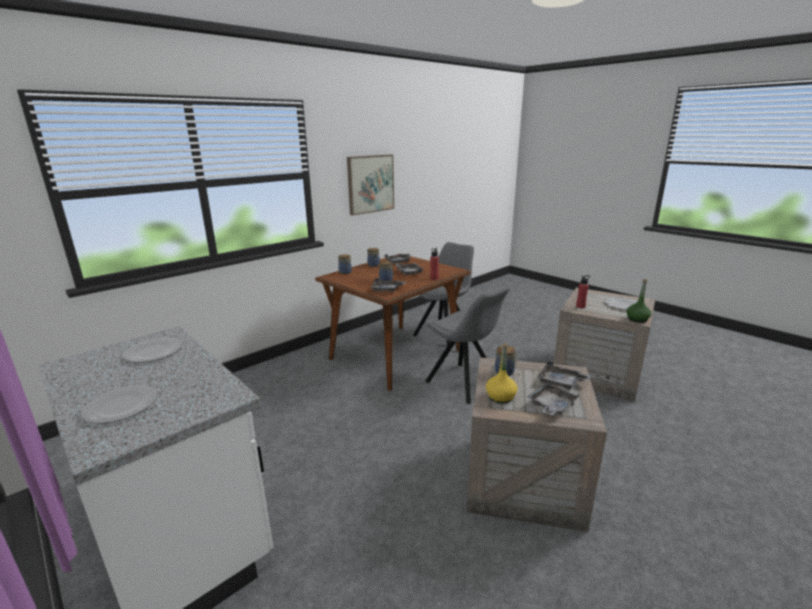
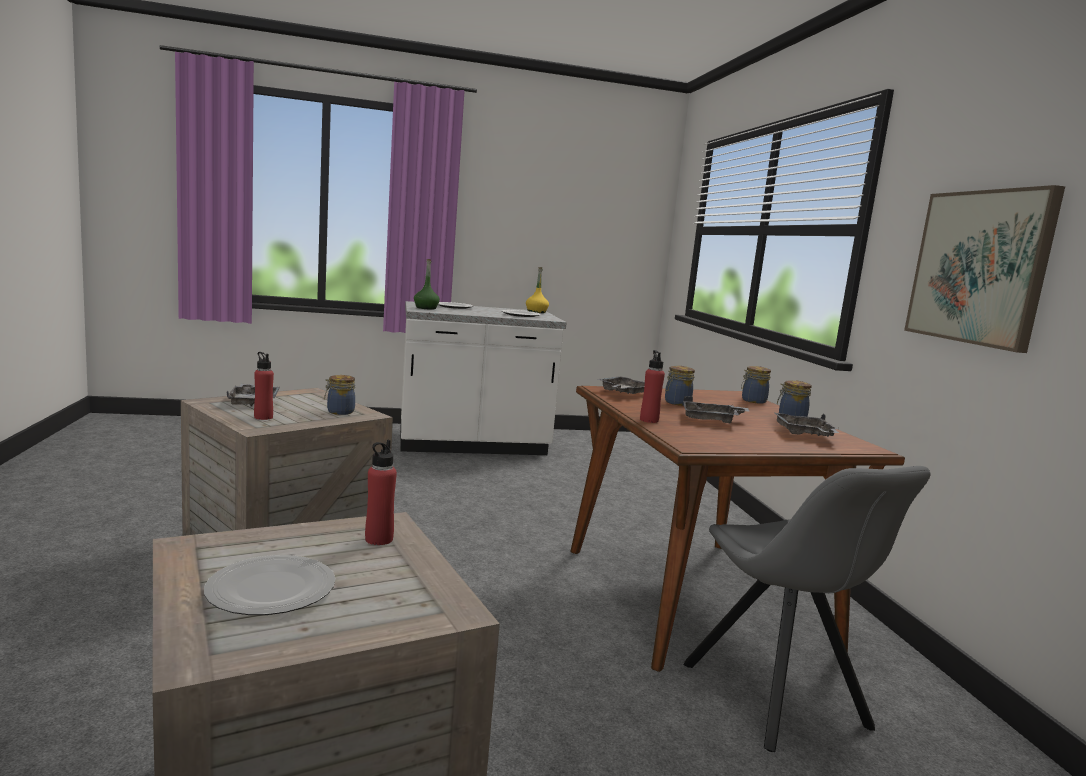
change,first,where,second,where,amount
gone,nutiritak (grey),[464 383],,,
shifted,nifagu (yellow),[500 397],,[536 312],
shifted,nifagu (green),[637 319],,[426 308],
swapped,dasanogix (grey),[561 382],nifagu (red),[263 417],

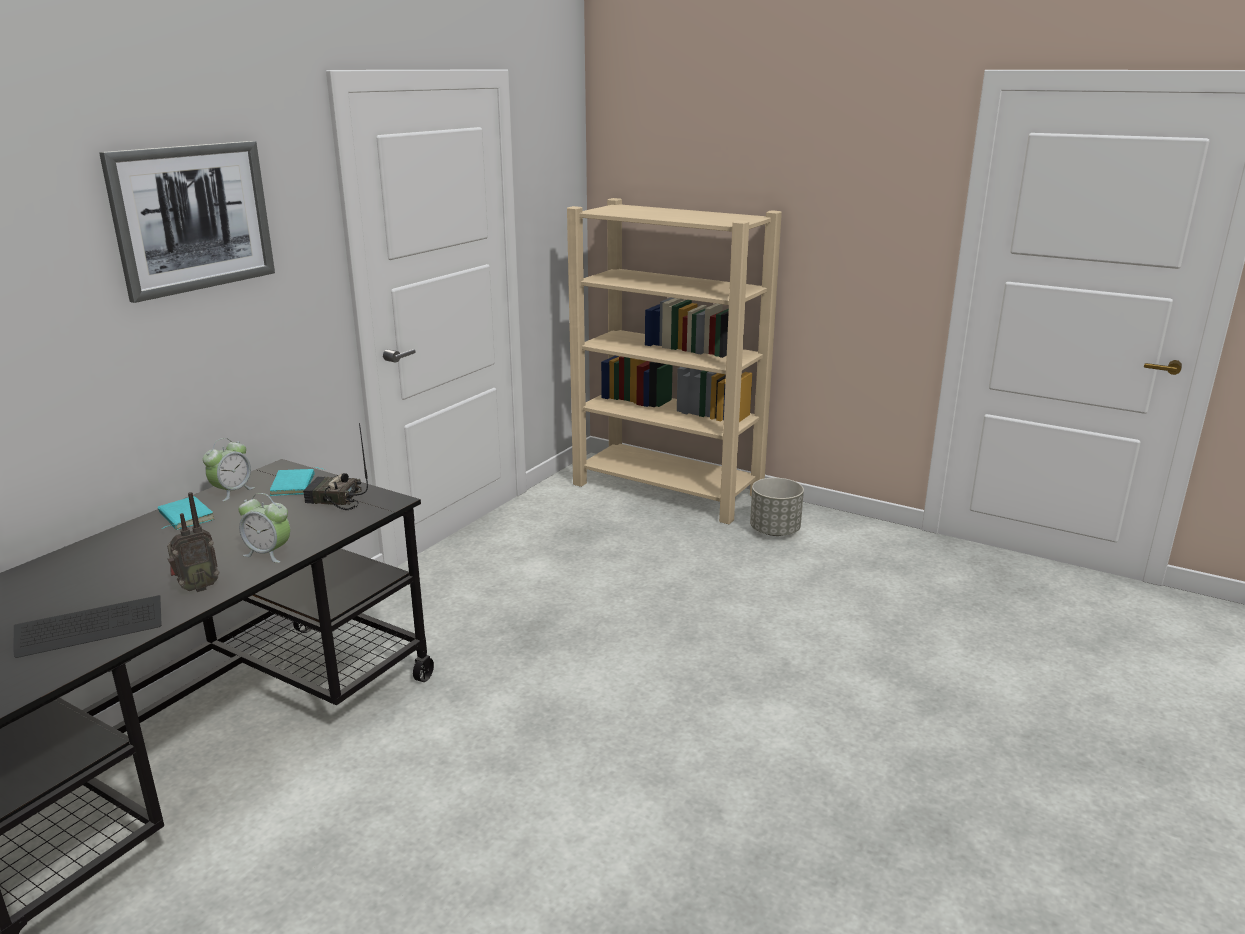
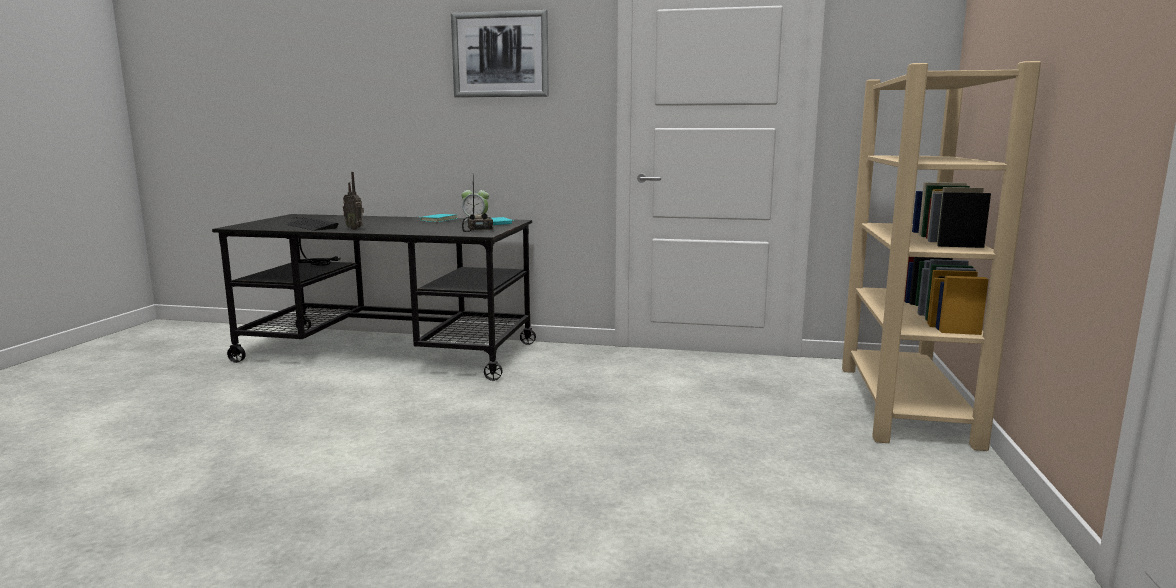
change,first,where,second,where,amount
gone,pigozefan,[268 553],,,
gone,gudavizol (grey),[775 531],,,

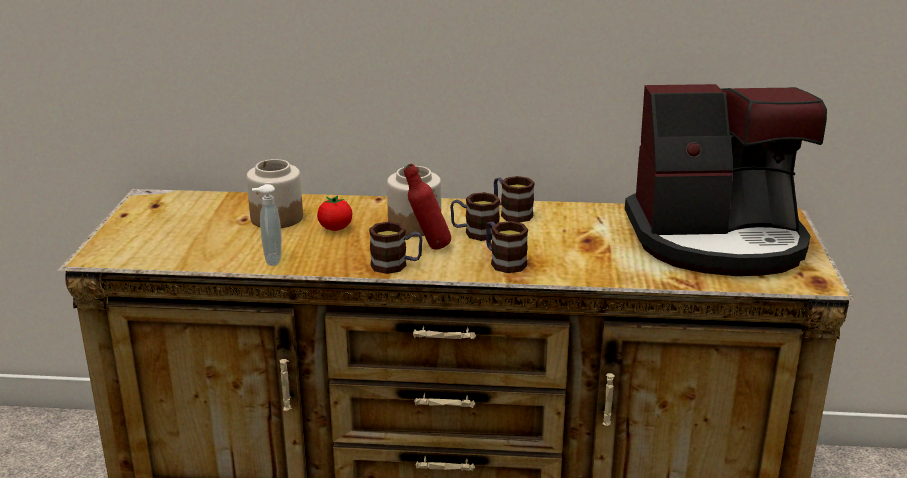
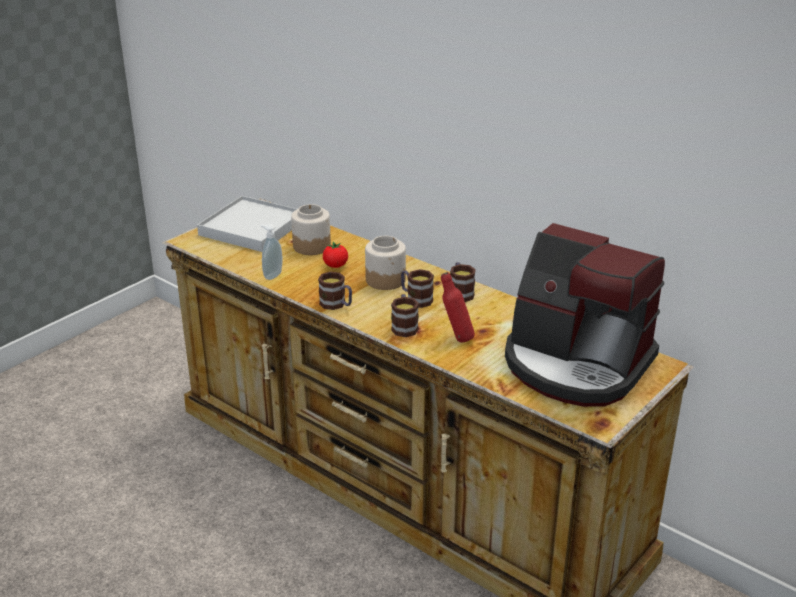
change,first,where,second,where,amount
new,,,dasanogix (white),[251 228],
shifted,nifagu (red),[428 248],,[456 338],

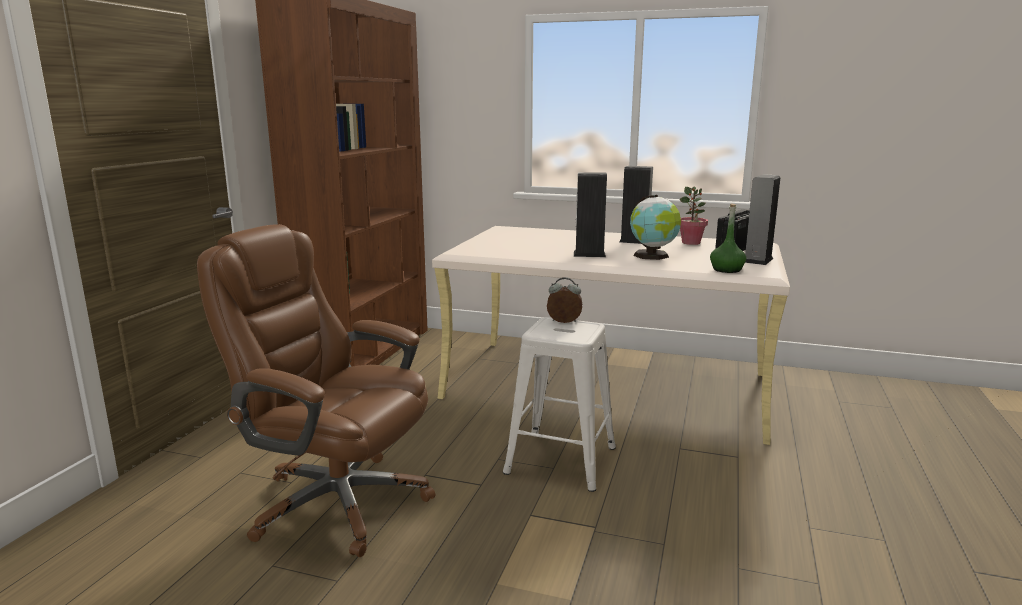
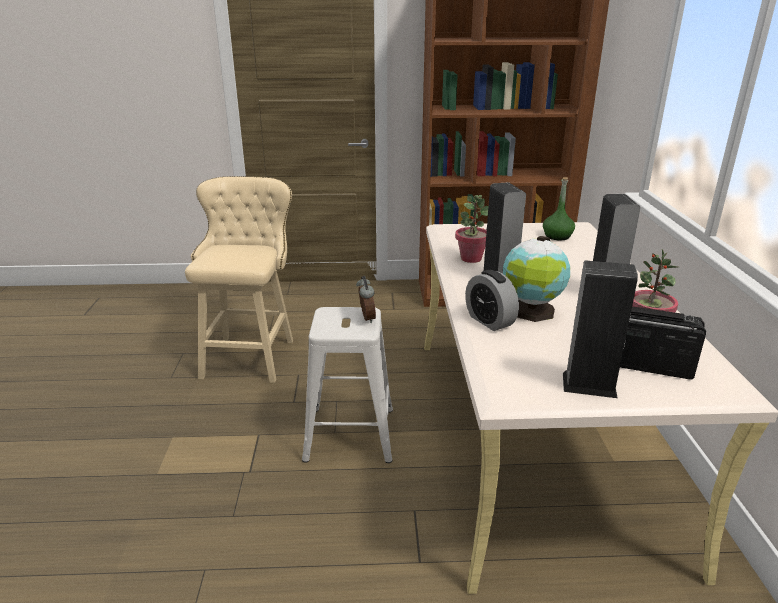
change,first,where,second,where,amount
new,,,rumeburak,[471 258],
new,,,pigozefan,[489 321],
shifted,nifagu (green),[727 270],,[557 236],
swapped,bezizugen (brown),[336 502],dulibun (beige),[252 352],

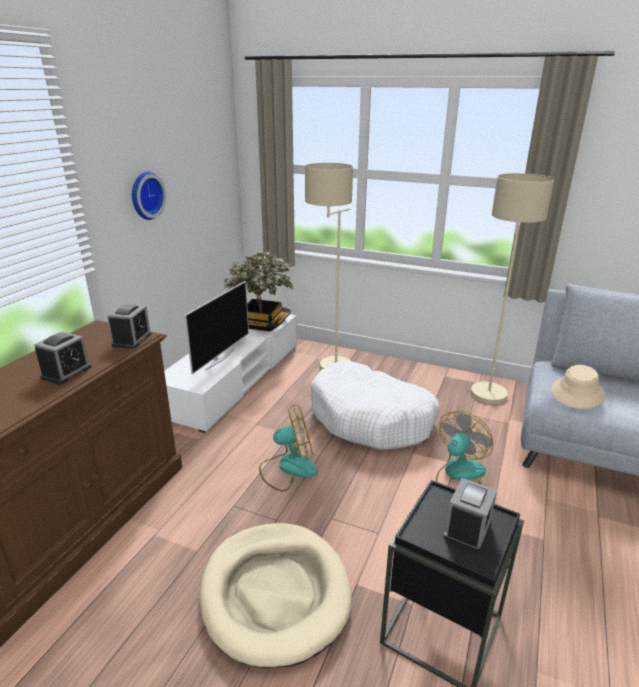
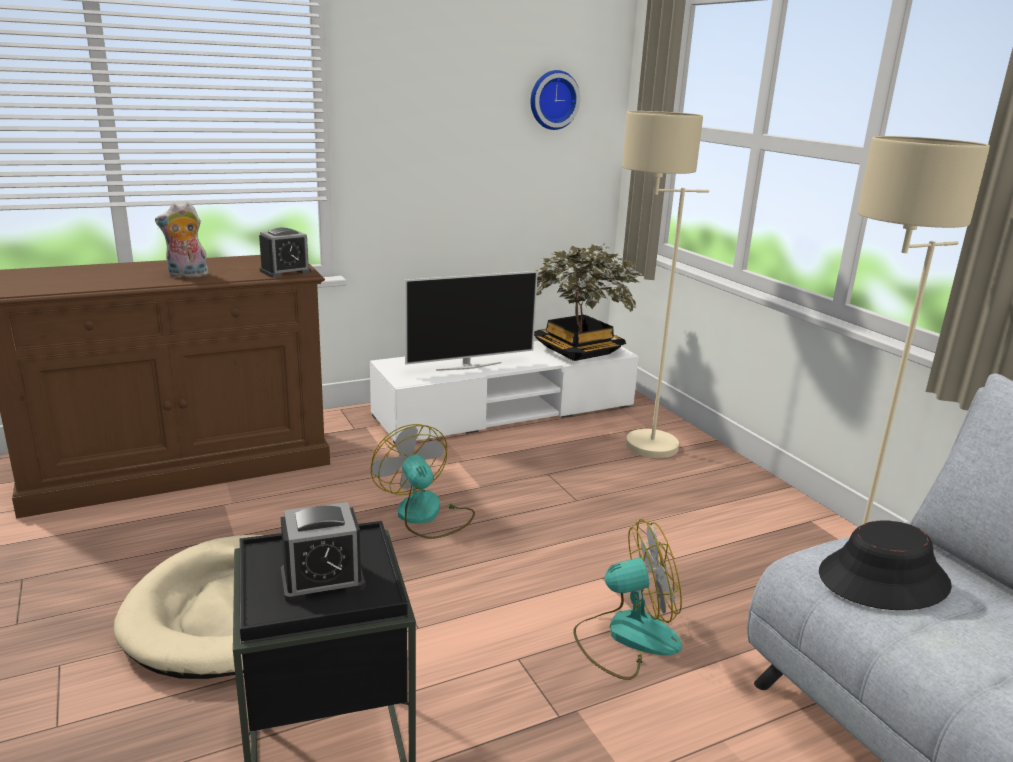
change,first,where,second,where,amount
gone,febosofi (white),[371 418],,,
shifted,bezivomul,[145 195],,[553 100],
swapped,pigozefan,[66 372],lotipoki,[187 276],
repainted,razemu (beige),[577 393],razemu (black),[883 580],
rotated,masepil,[288 468],,[426 516],150 degrees counterclockwise

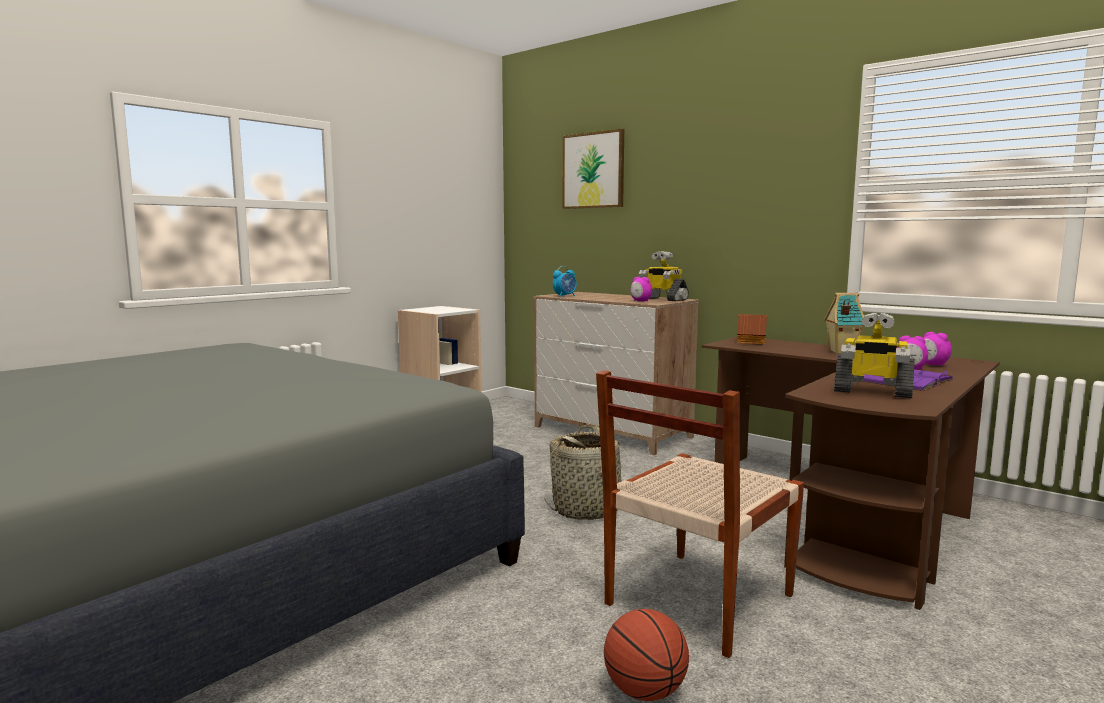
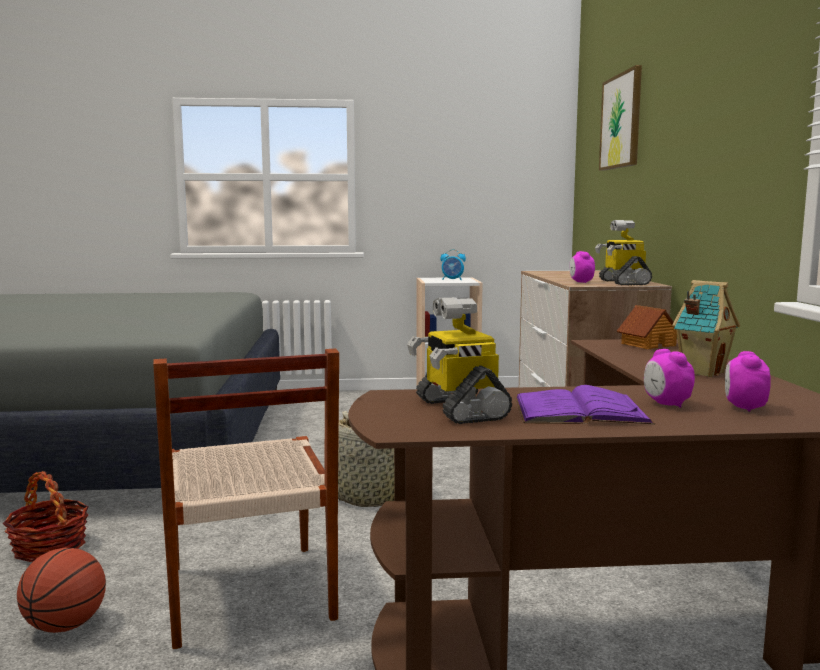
change,first,where,second,where,amount
new,,,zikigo,[49 548],
shifted,pigozefan,[565 296],,[452 279],
rotated,nutiritak,[696 603],,[249 597],105 degrees counterclockwise

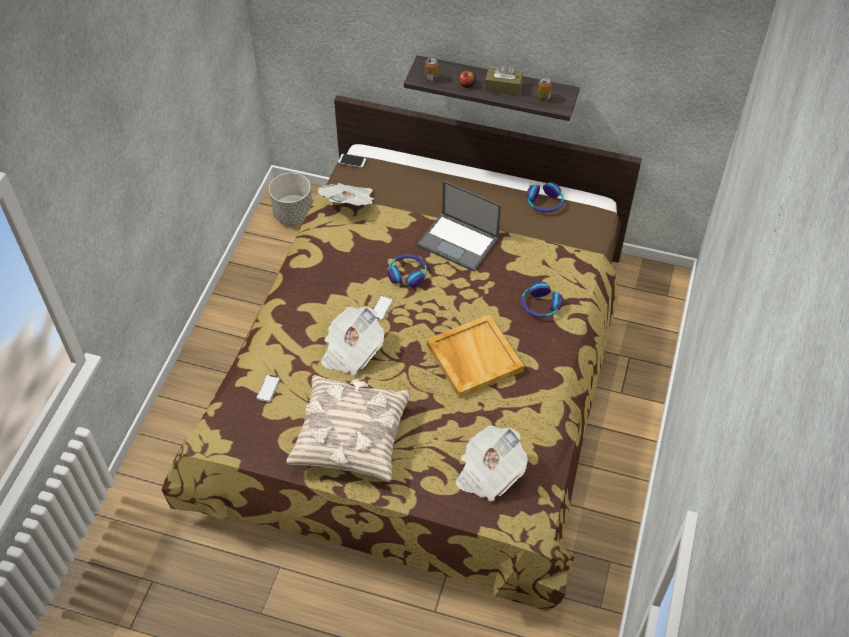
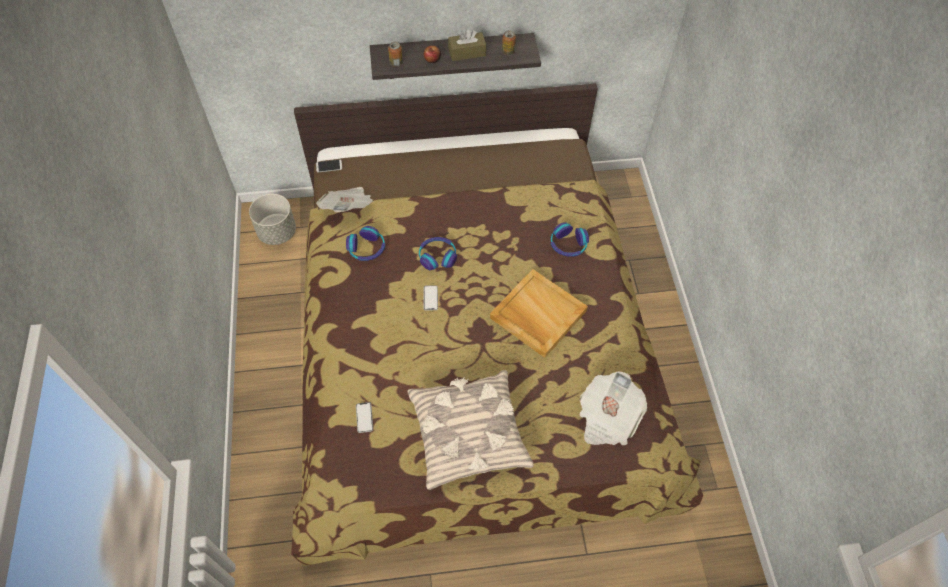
change,first,where,second,where,amount
gone,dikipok,[351 351],,,
gone,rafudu,[459 242],,,
shifted,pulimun,[544 202],,[366 248],

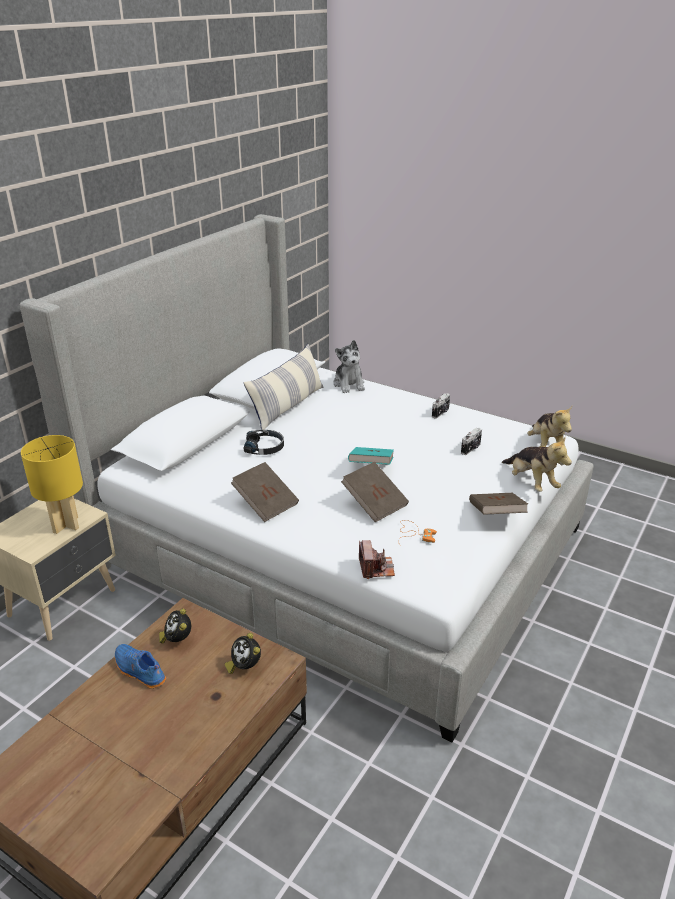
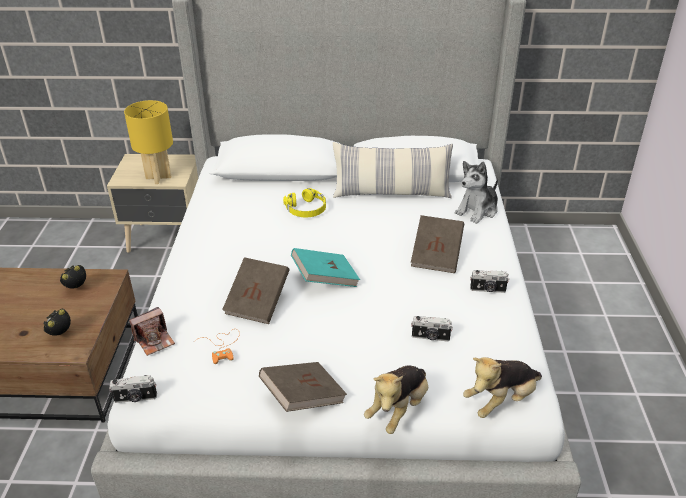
change,first,where,second,where,amount
gone,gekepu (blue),[139 672],,,
new,,,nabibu,[135 398],
shifted,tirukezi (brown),[266 503],,[436 256],
repainted,pulimun (black),[264 447],pulimun (yellow),[306 209],

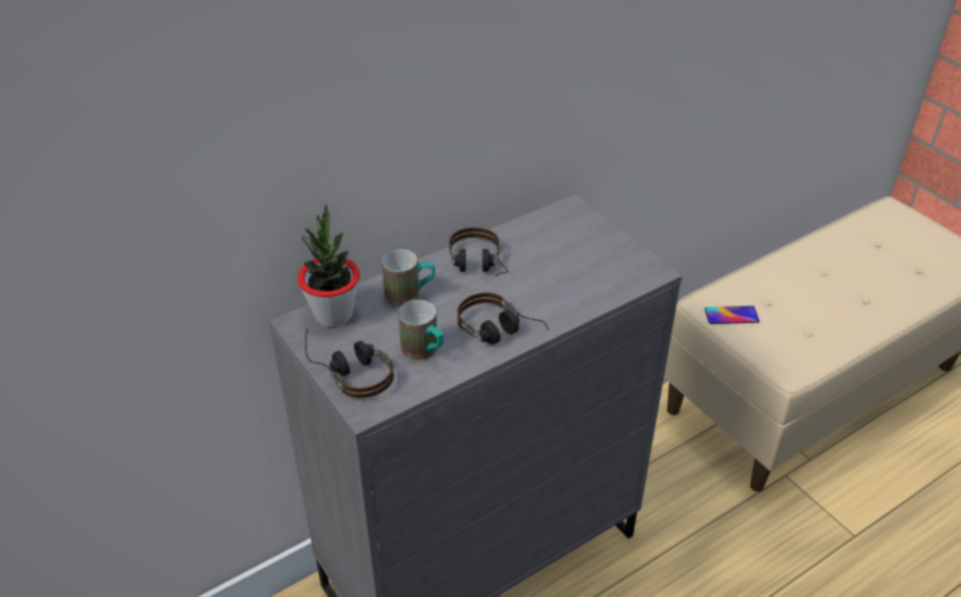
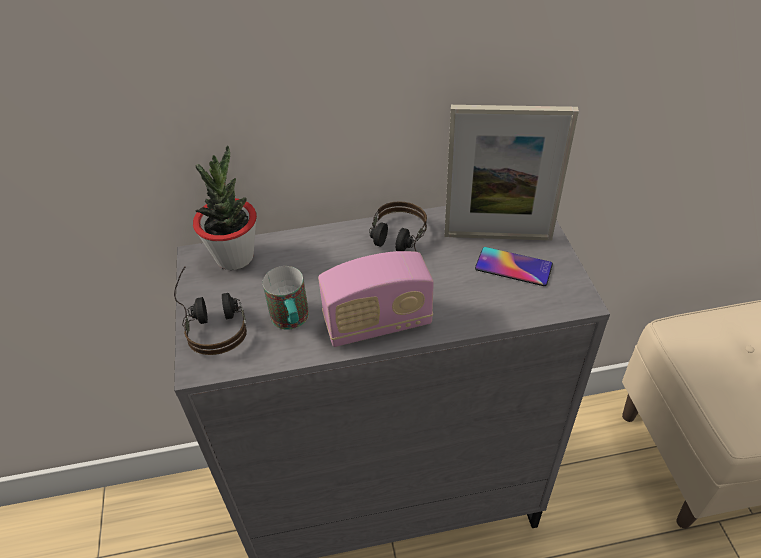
change,first,where,second,where,amount
gone,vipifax,[410 295],,,
new,,,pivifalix,[497 236],
shifted,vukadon,[731 315],,[513 267],
swapped,pulimun,[501 333],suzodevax,[378 323],

